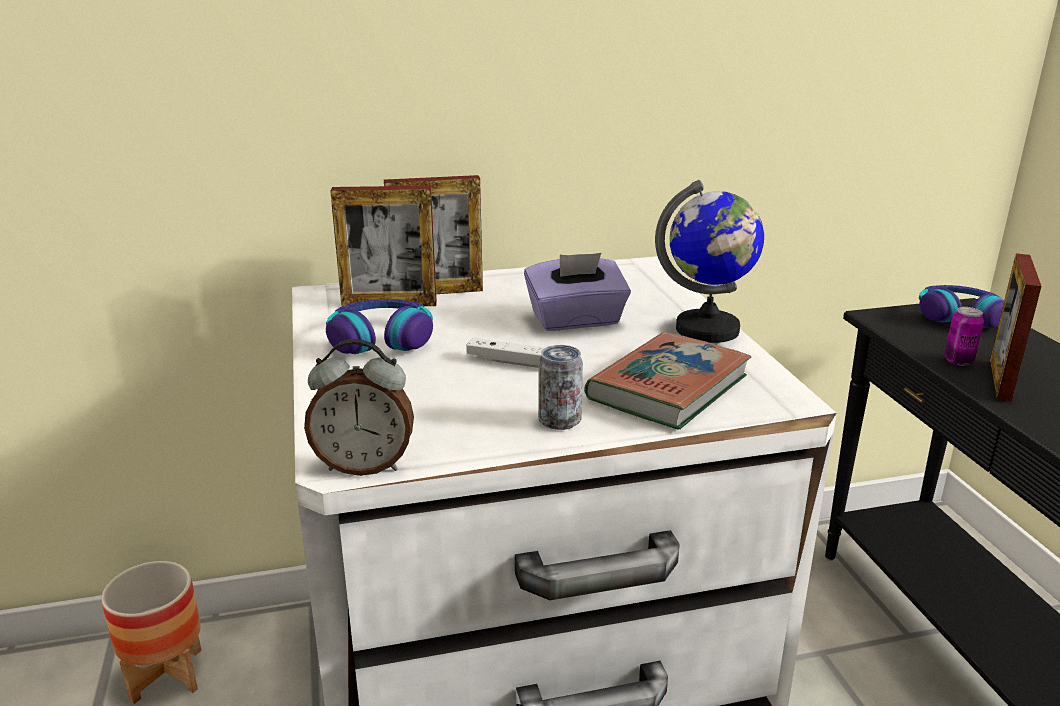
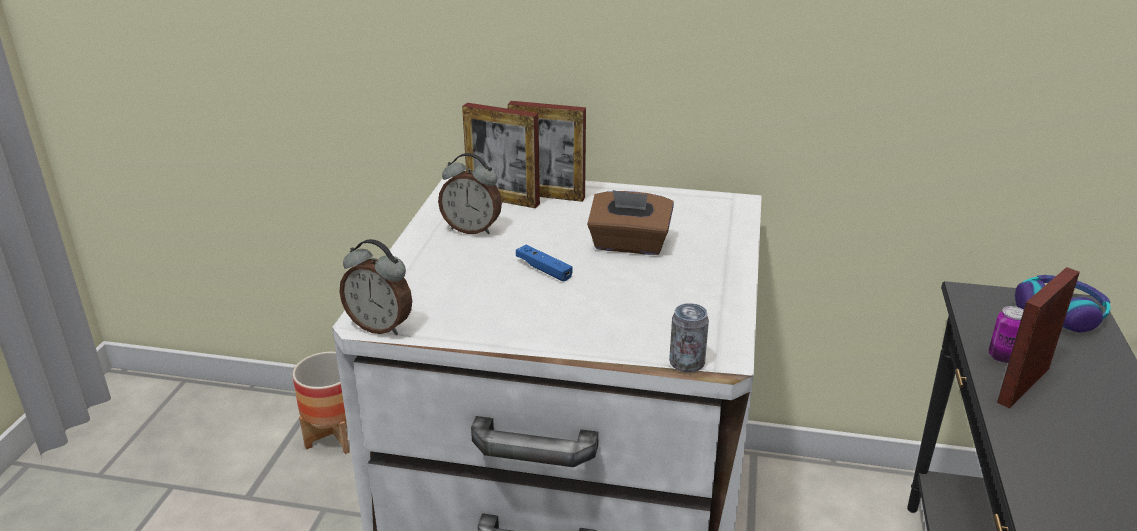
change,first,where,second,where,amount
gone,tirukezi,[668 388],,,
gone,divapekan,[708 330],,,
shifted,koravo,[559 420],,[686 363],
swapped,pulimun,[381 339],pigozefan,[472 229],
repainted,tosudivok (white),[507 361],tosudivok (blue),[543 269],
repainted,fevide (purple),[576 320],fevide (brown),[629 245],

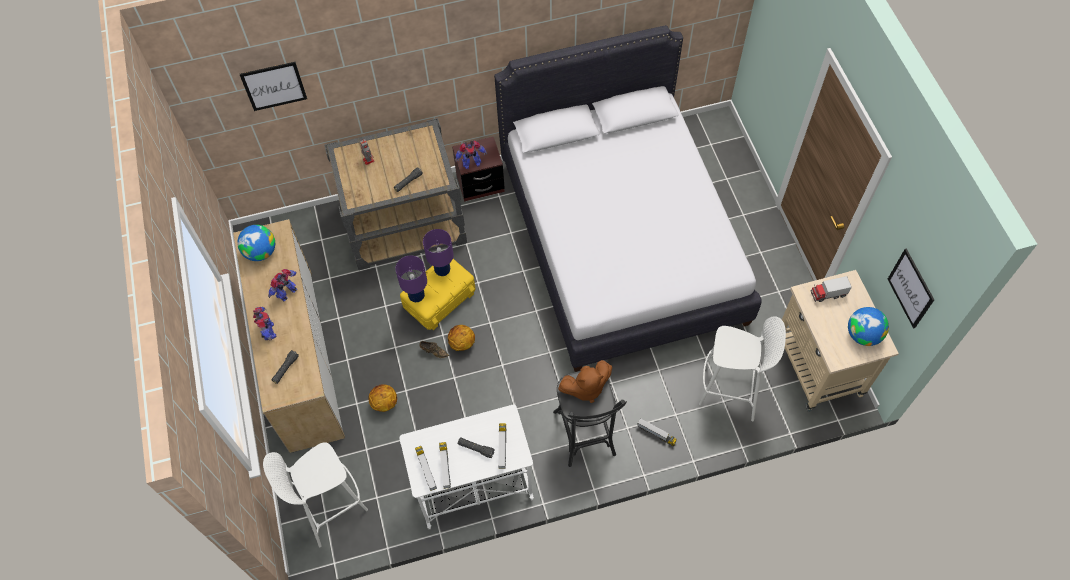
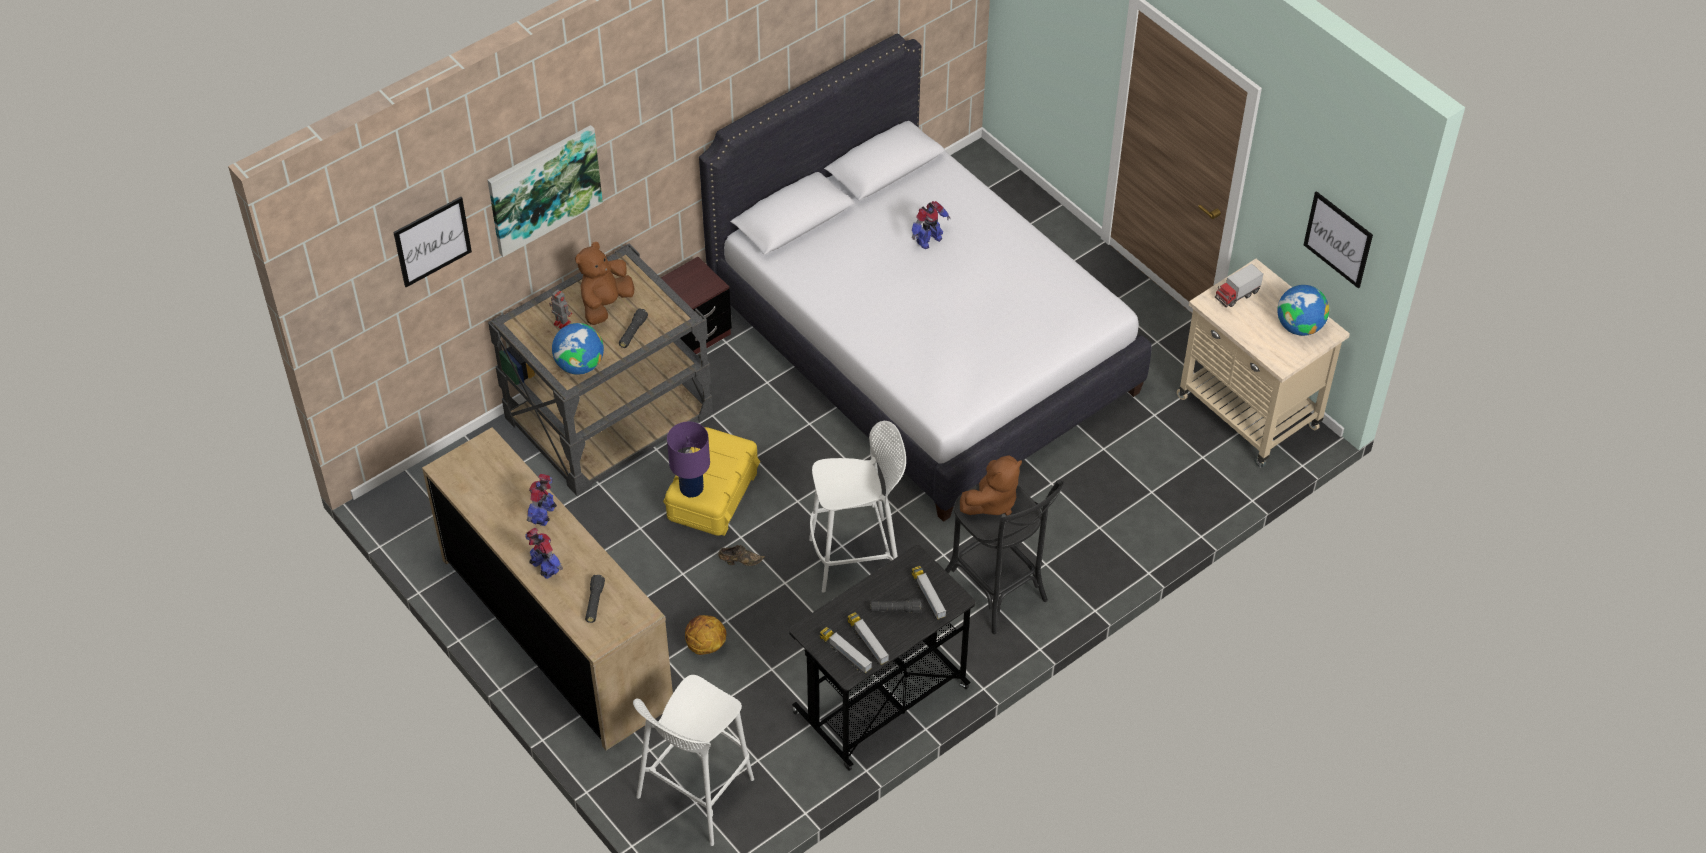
change,first,where,second,where,amount
gone,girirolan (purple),[442 270],,,
gone,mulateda,[461 343],,,
gone,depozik,[656 434],,,
new,,,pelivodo,[544 189],
new,,,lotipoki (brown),[605 304],
shifted,divapekan,[260 252],,[579 365],
shifted,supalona,[471 163],,[928 240],
shifted,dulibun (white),[731 388],,[857 558],
repainted,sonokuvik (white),[473 486],sonokuvik (black),[881 701],

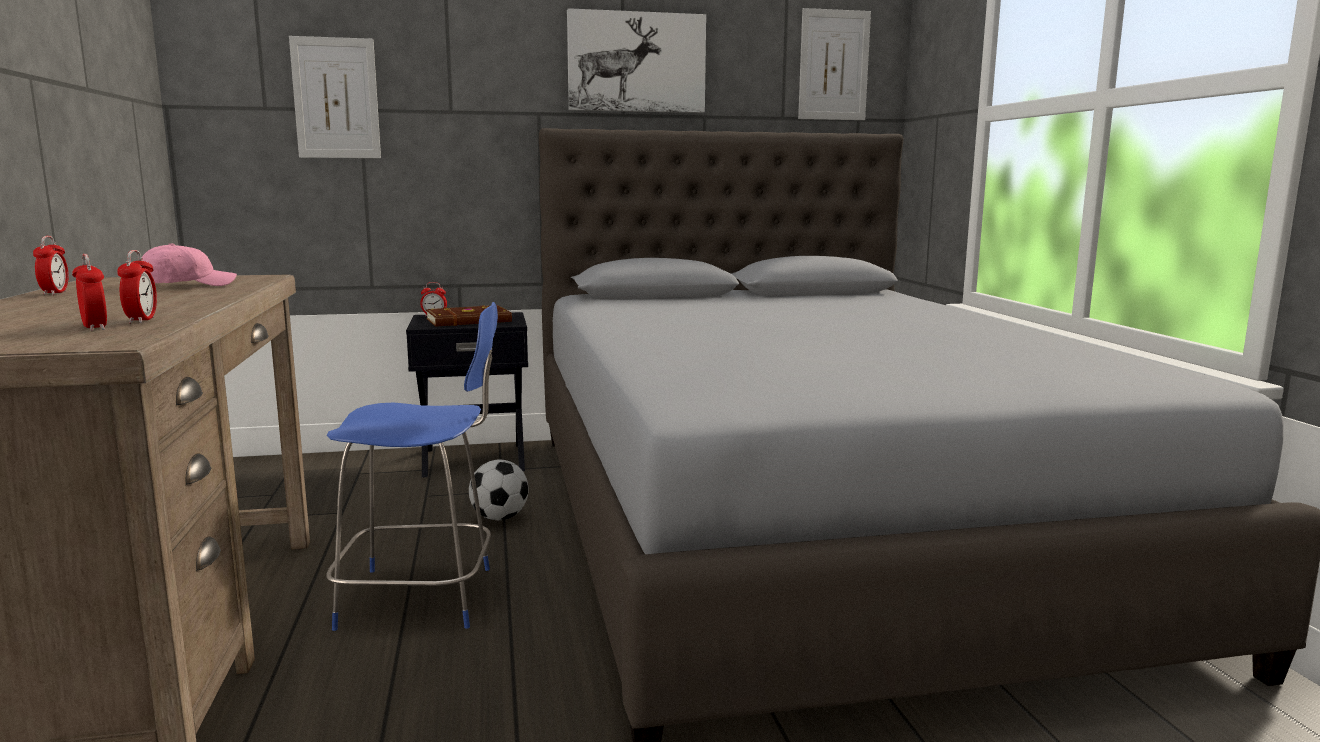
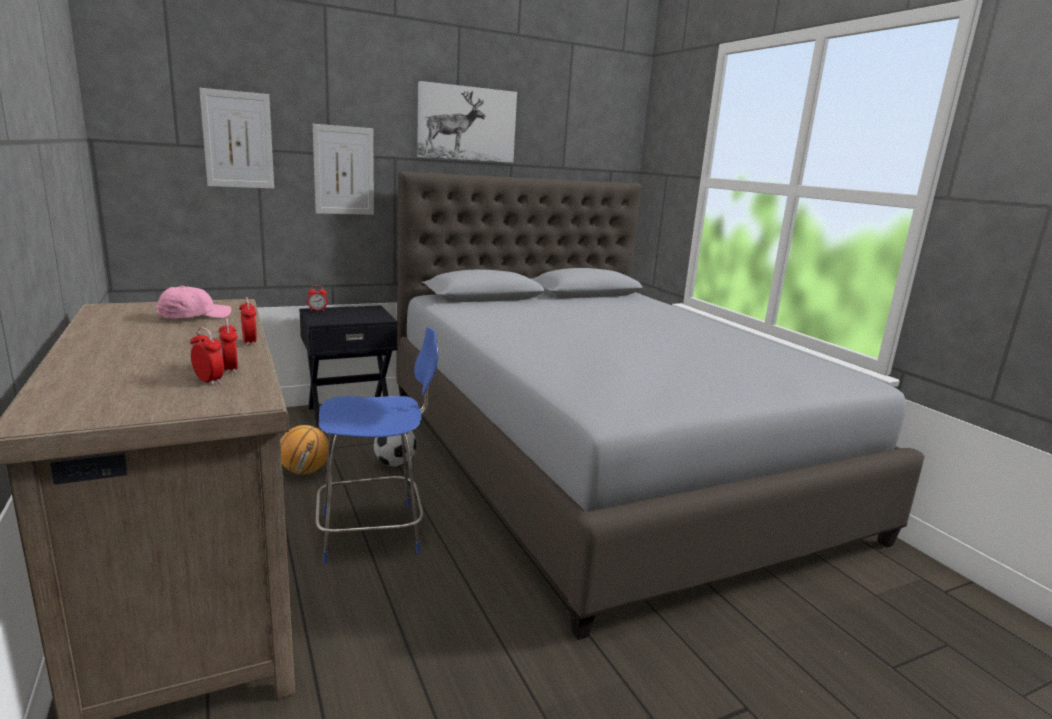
change,first,where,second,where,amount
gone,tirukezi (brown),[469 321],,,
new,,,mulateda,[305 471],
shifted,pigozefan,[55 293],,[249 342],
shifted,pelivodo,[833 65],,[344 170],

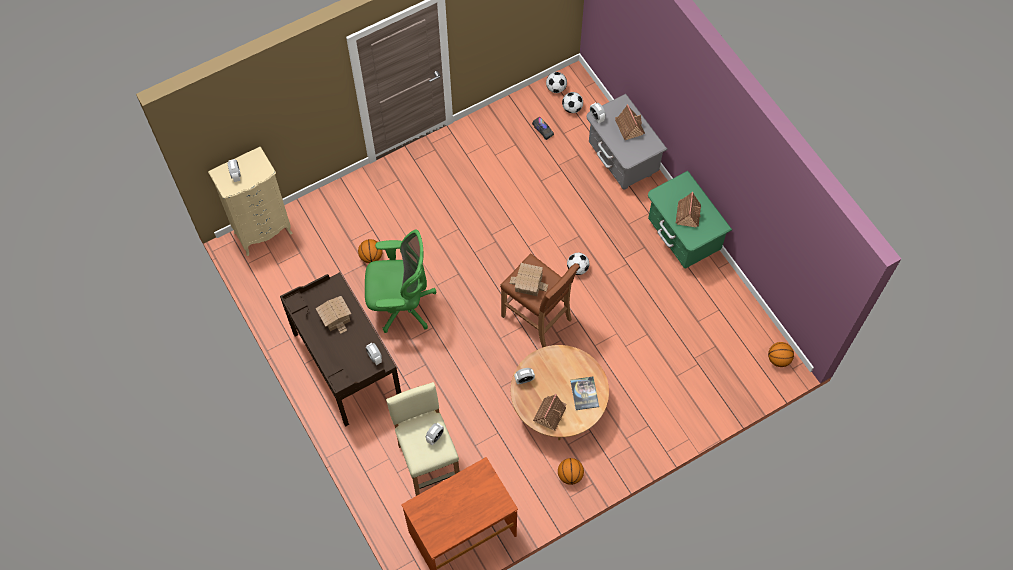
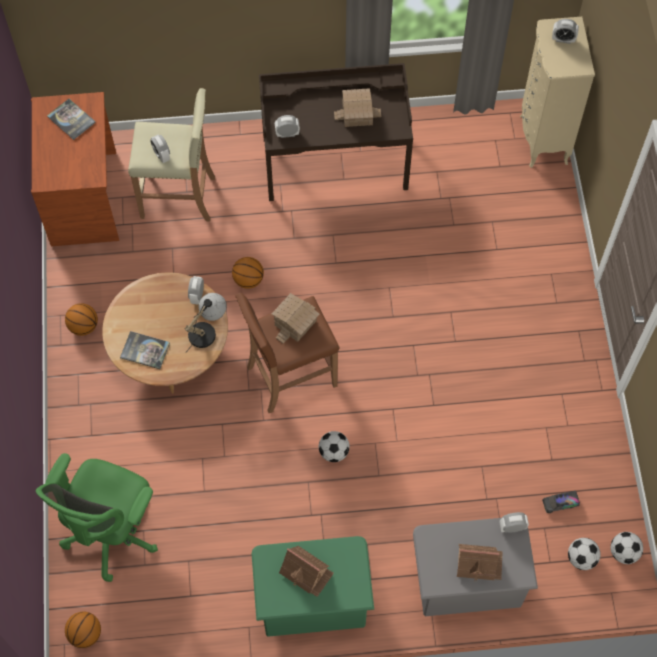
change,first,where,second,where,amount
gone,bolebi,[550 413],,,
new,,,tirukezi,[71 119],
new,,,girirolan,[207 330],
shifted,mulateda,[371 256],,[248 280],
shifted,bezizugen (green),[399 306],,[112 528],

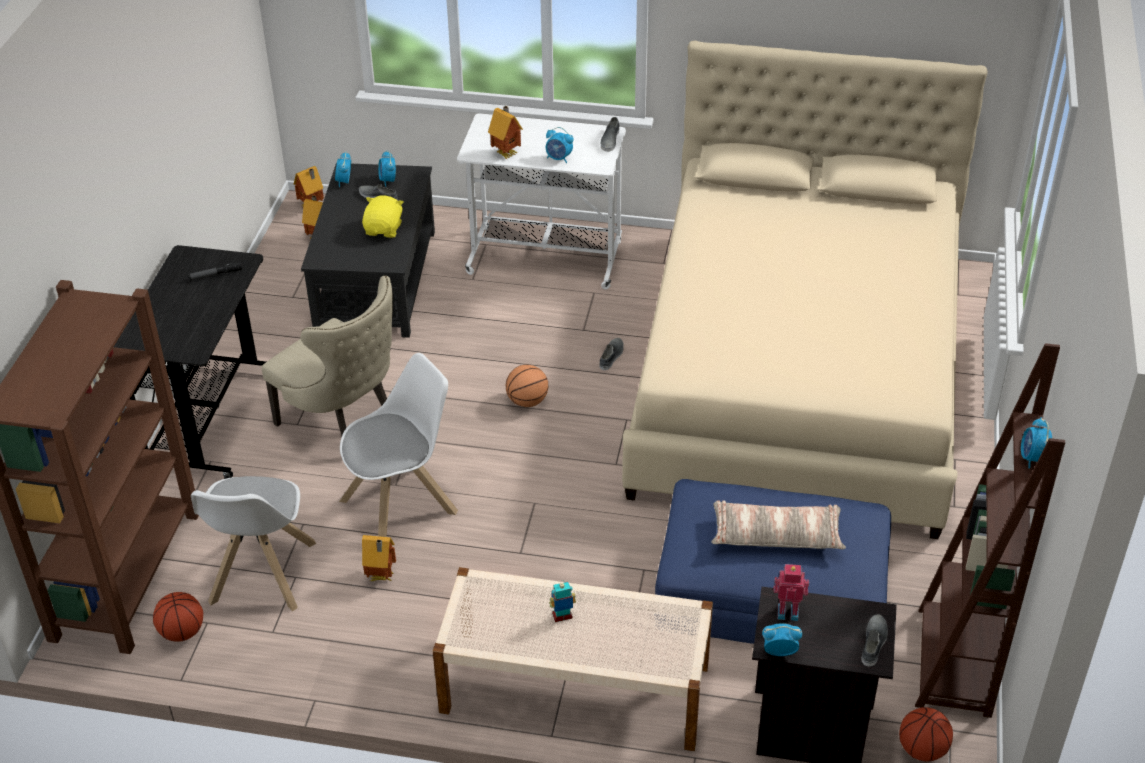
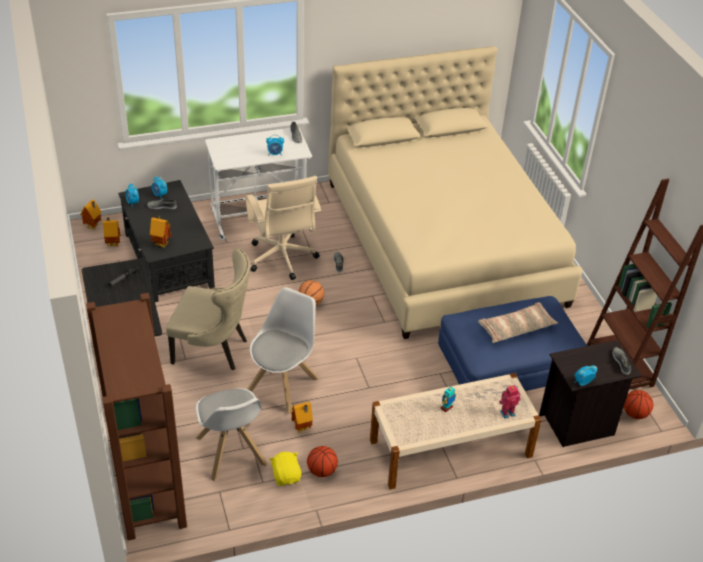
change,first,where,second,where,amount
gone,pigozefan,[1032 458],,,
new,,,bezizugen (beige),[283 260],
shifted,mulateda,[182 632],,[322 471],
shifted,lotipoki (yellow),[384 229],,[286 476],
shifted,bolebi,[507 153],,[161 244],
shifted,supalona,[788 611],,[507 412],

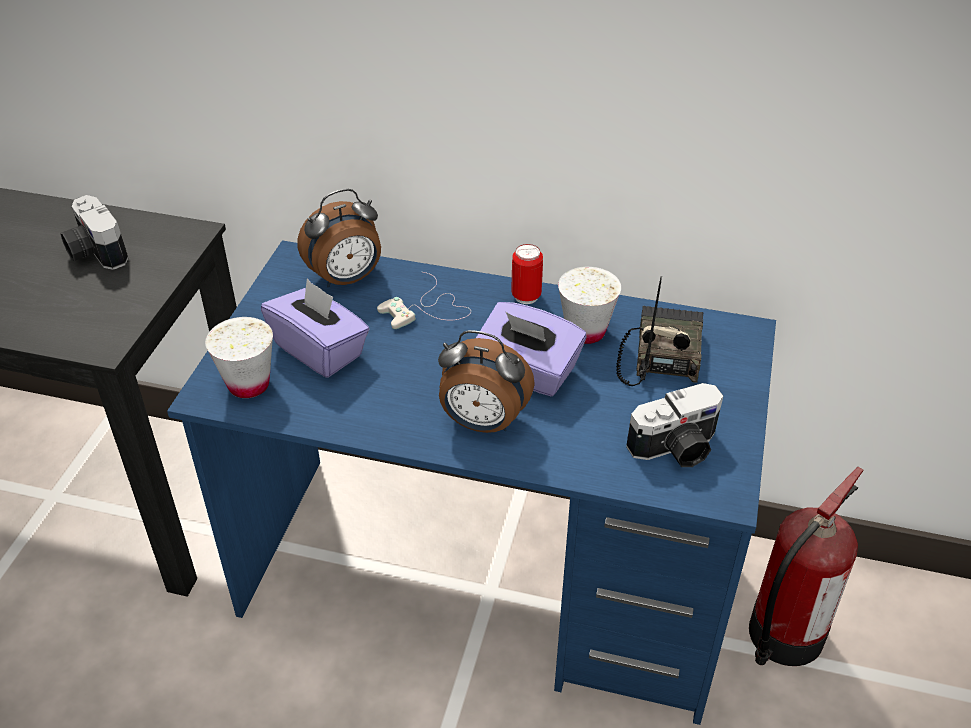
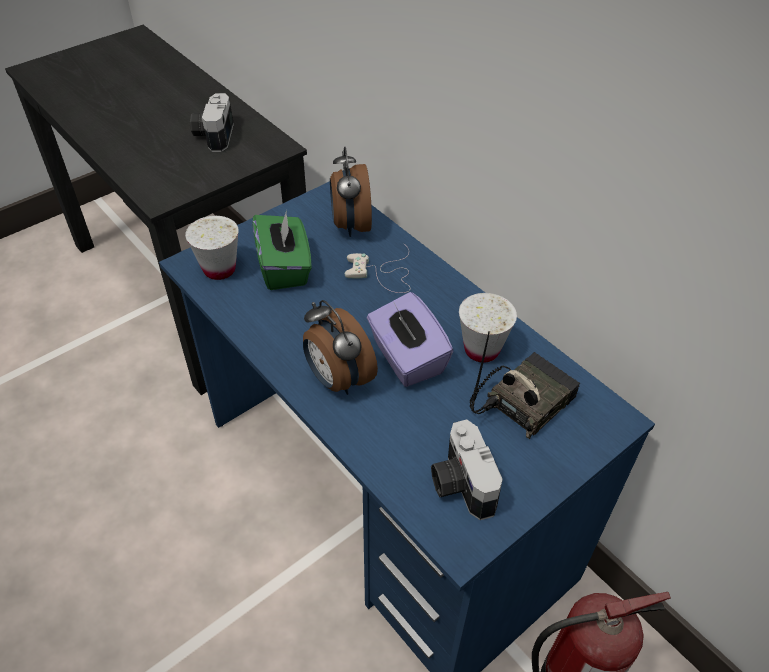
change,first,where,second,where,amount
gone,koravo,[526 296],,,
repainted,fevide (purple),[320 350],fevide (green),[284 268],
rotated,pigozefan,[346 279],,[350 225],75 degrees clockwise
rotated,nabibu,[677 449],,[459 484],60 degrees clockwise

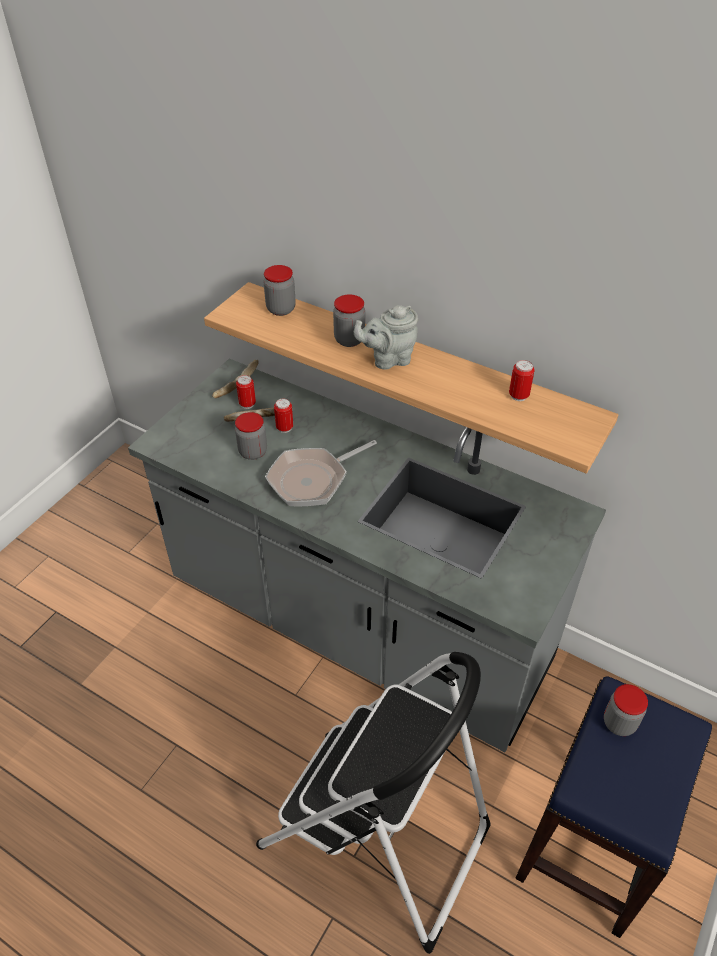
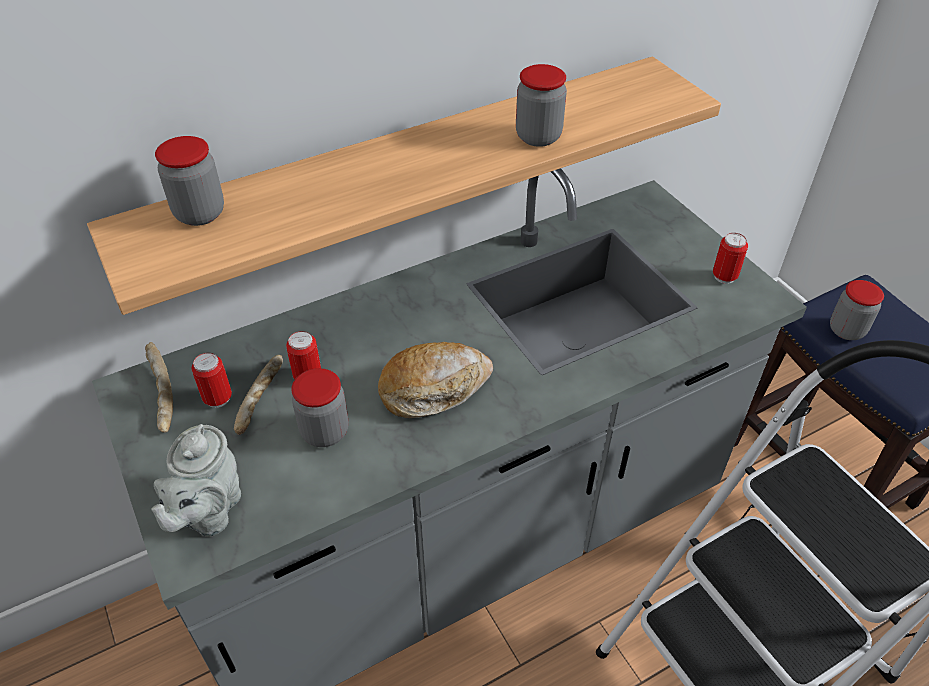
change,first,where,second,where,amount
shifted,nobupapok,[349 340],,[538 137],
shifted,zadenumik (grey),[388 359],,[208 512],
shifted,koravo,[518 396],,[724 277],
swapped,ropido,[312 480],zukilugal,[434 388],

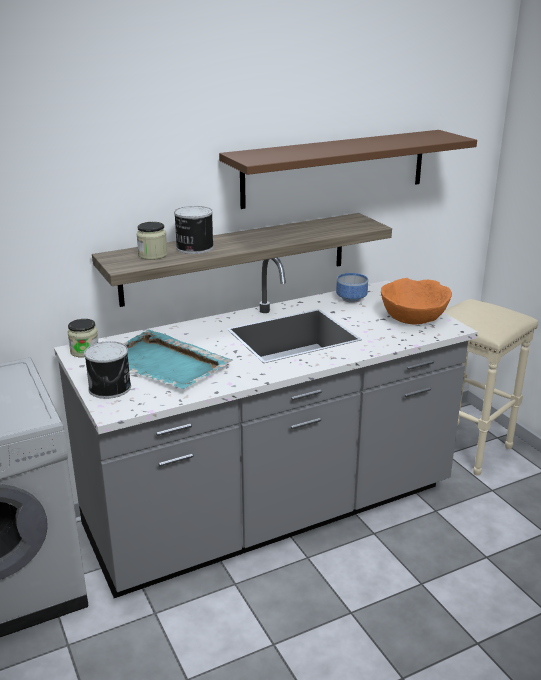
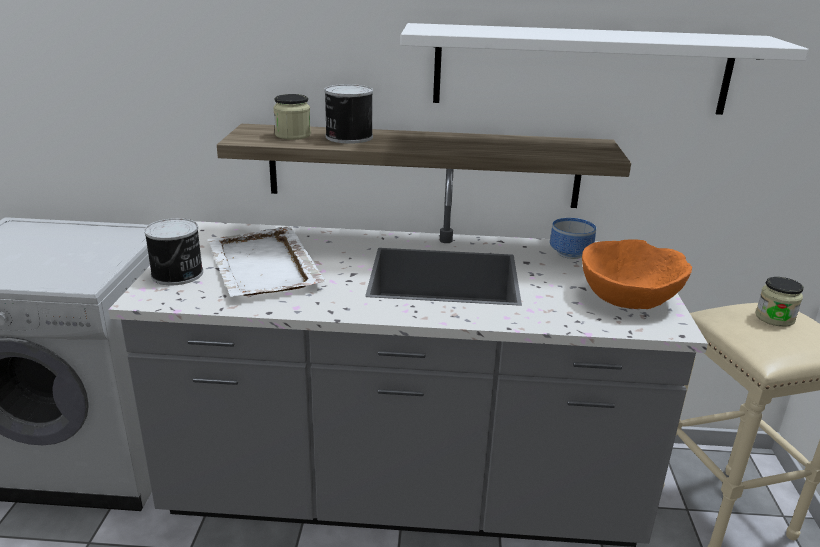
change,first,where,second,where,amount
shifted,nobupapok,[84 351],,[774 318],
repainted,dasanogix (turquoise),[165 364],dasanogix (white),[263 266],
repainted,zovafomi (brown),[335 168],zovafomi (white),[581 69],

